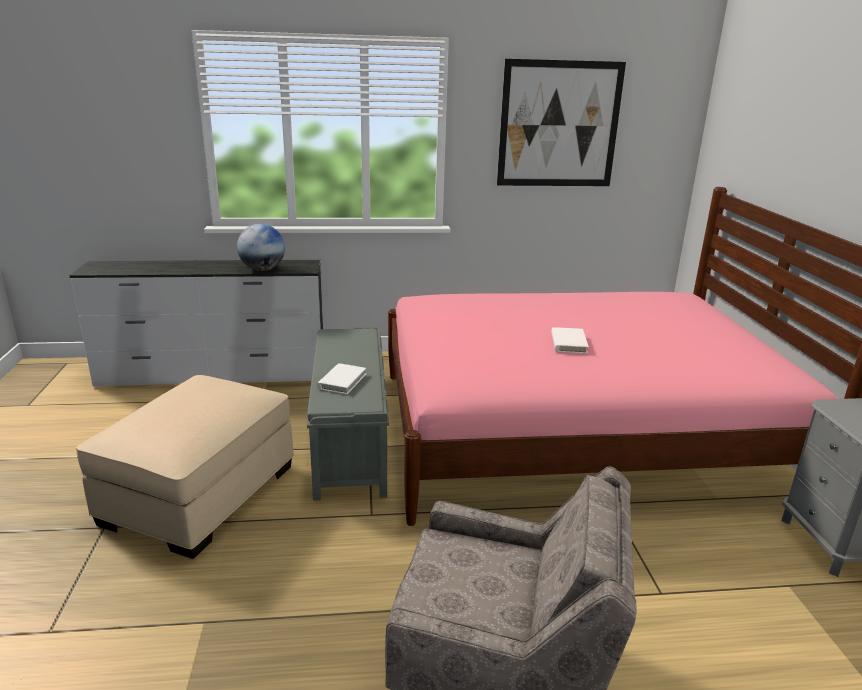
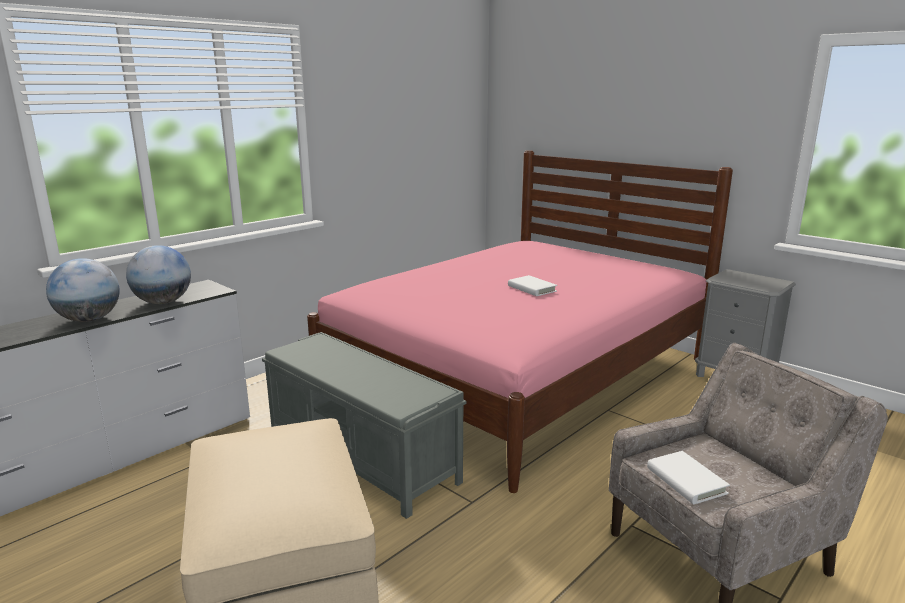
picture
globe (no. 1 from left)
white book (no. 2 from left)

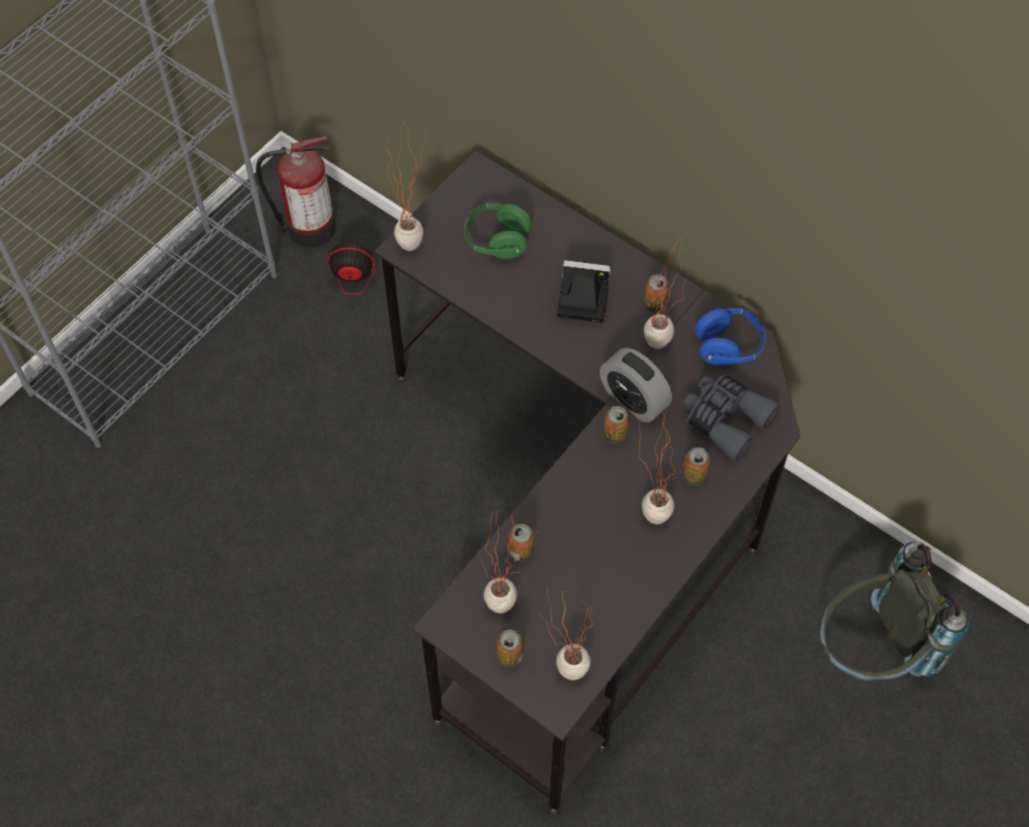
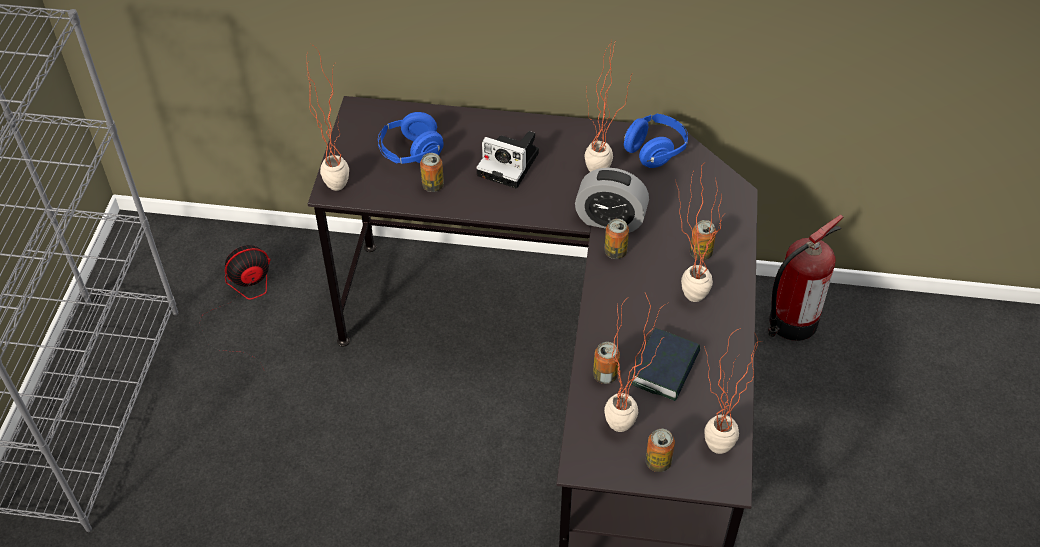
grey binoculars
grey backpack
book
fire extinguisher
can (no. 1 from left)
blue headphones (no. 1 from left)
photo camera

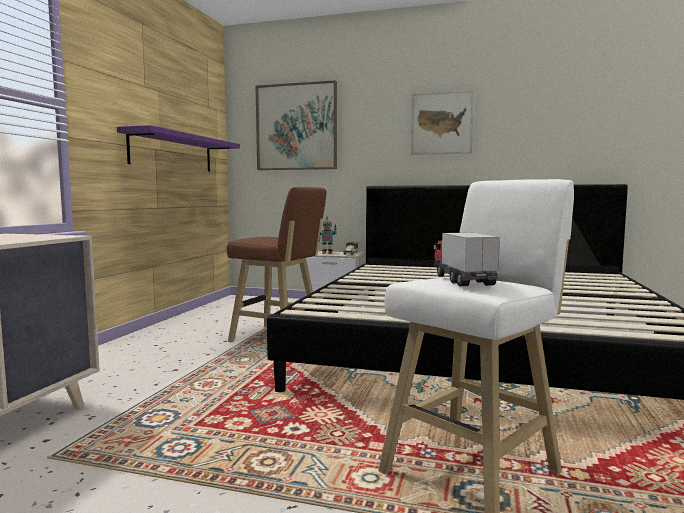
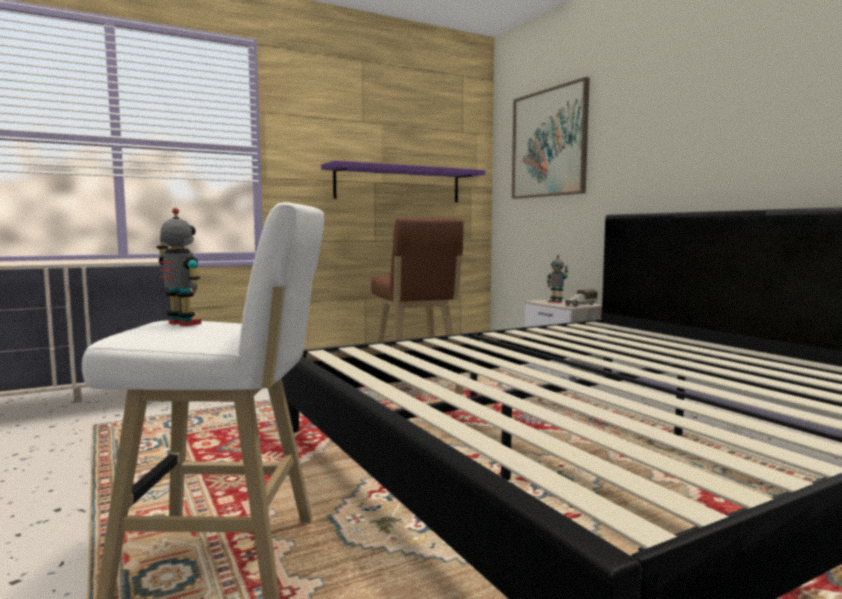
picture (no. 2 from left in the first image)
toy robot (no. 1 from left)

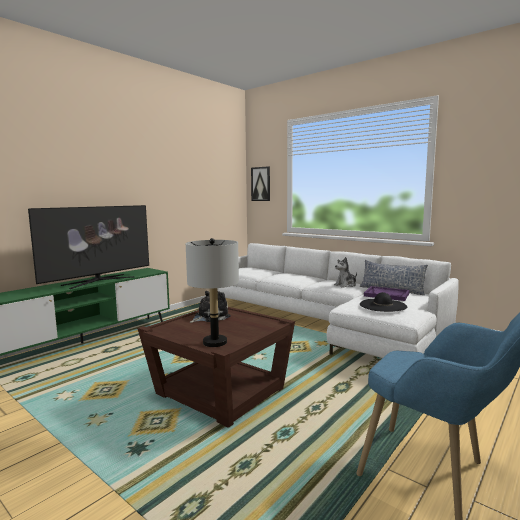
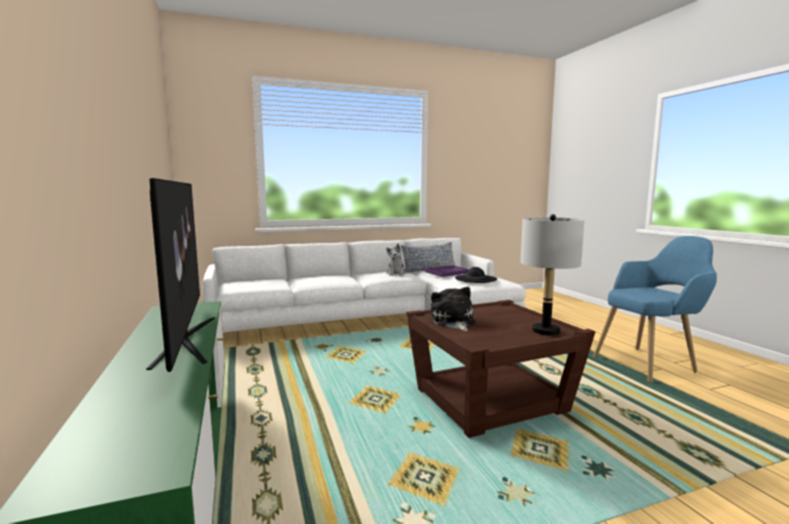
picture

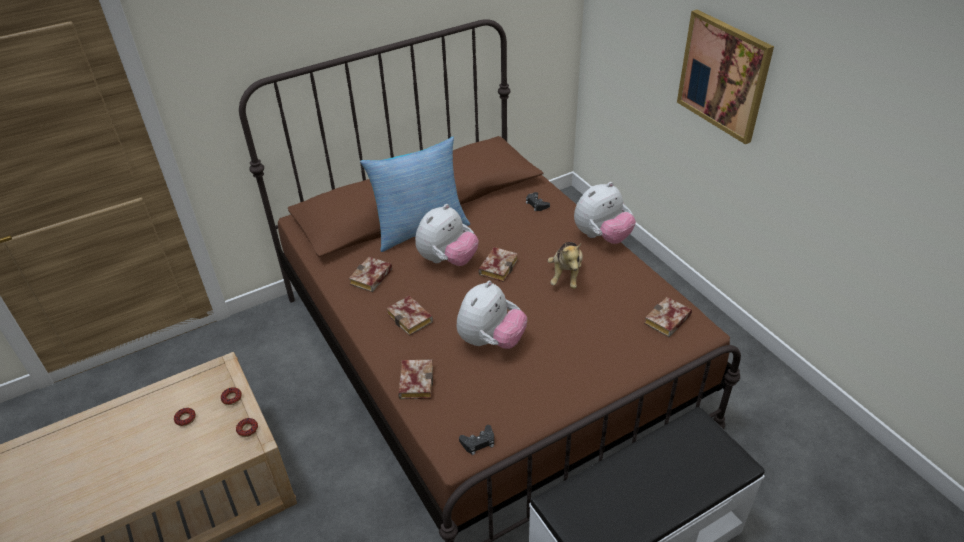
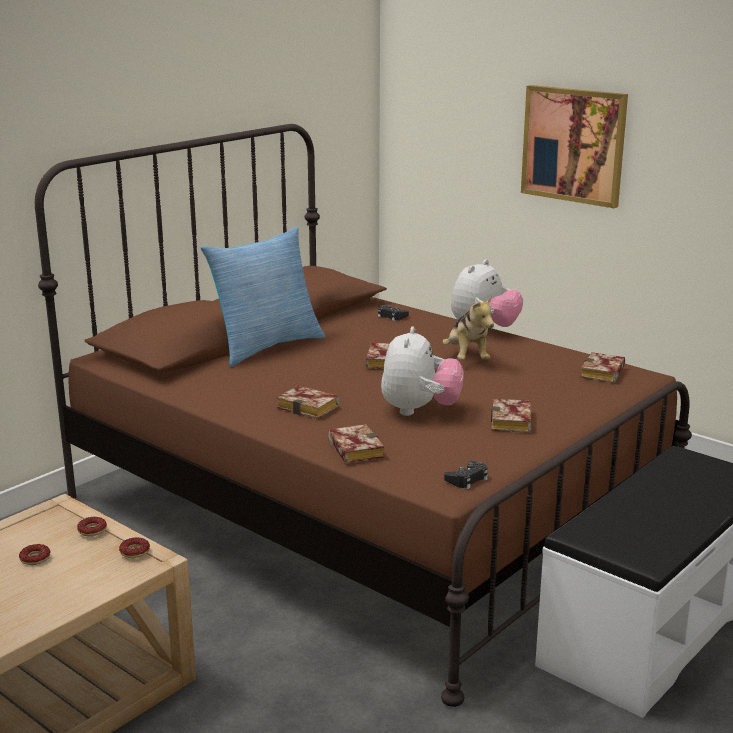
plush toy (no. 1 from left in the first image)
book (no. 4 from left)

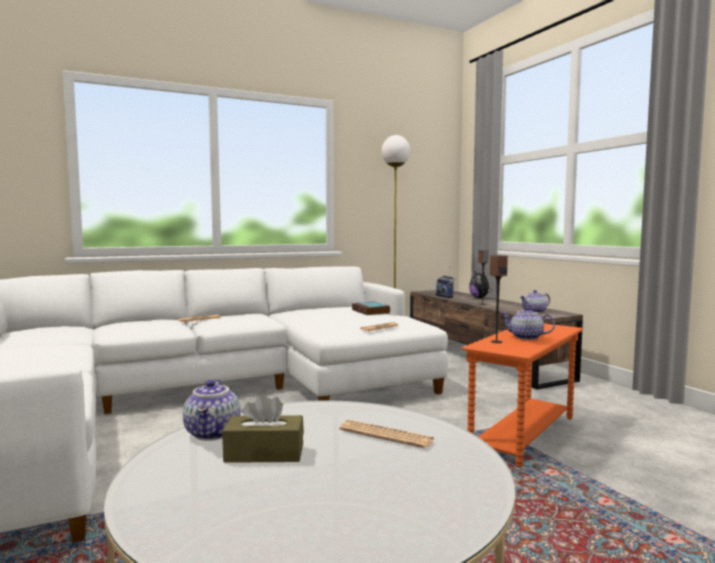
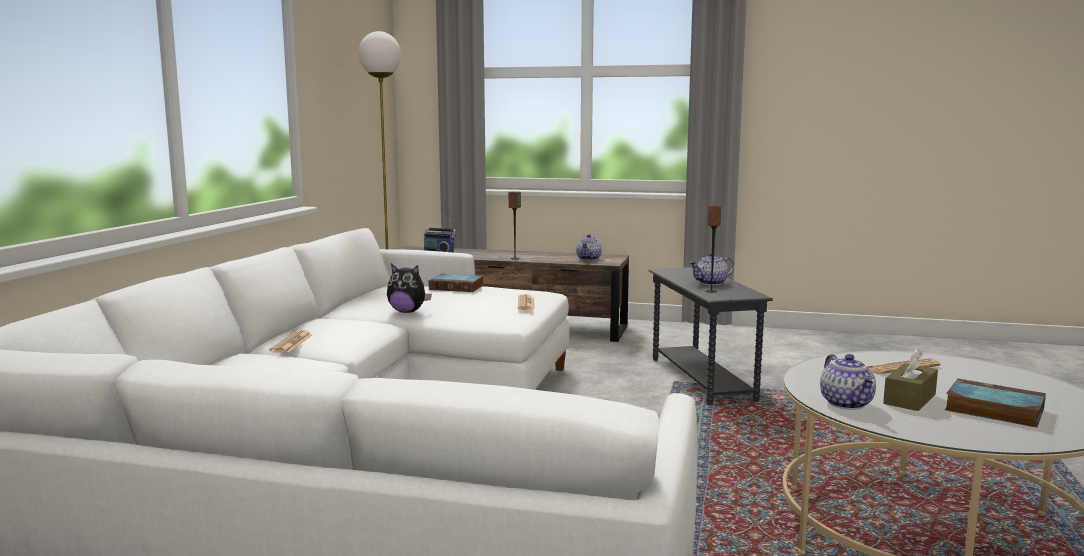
book (no. 2 from left)
plush toy
grey side table
teapot (no. 3 from left)

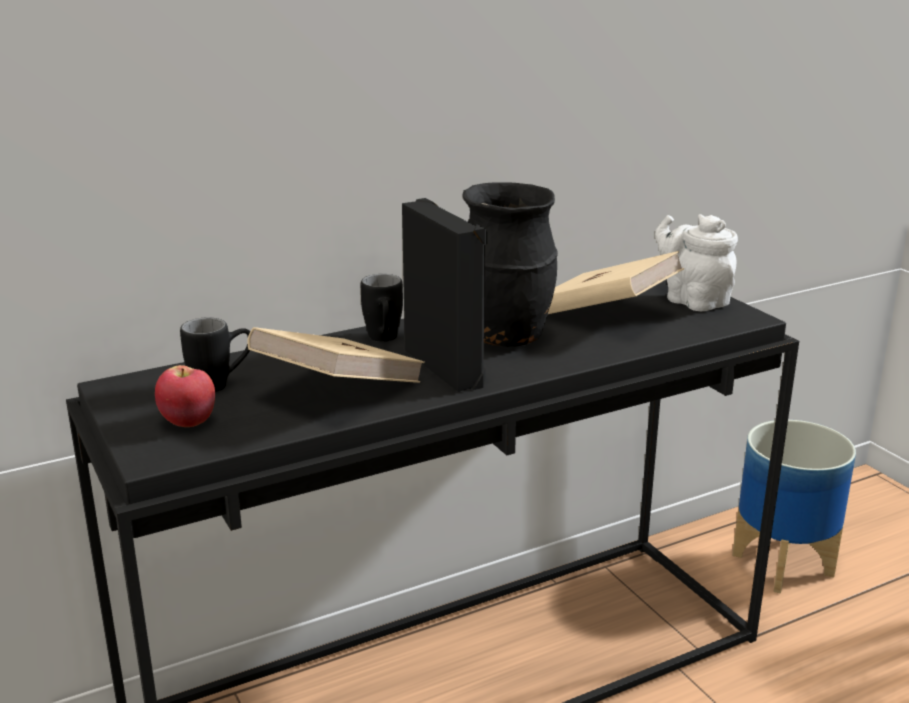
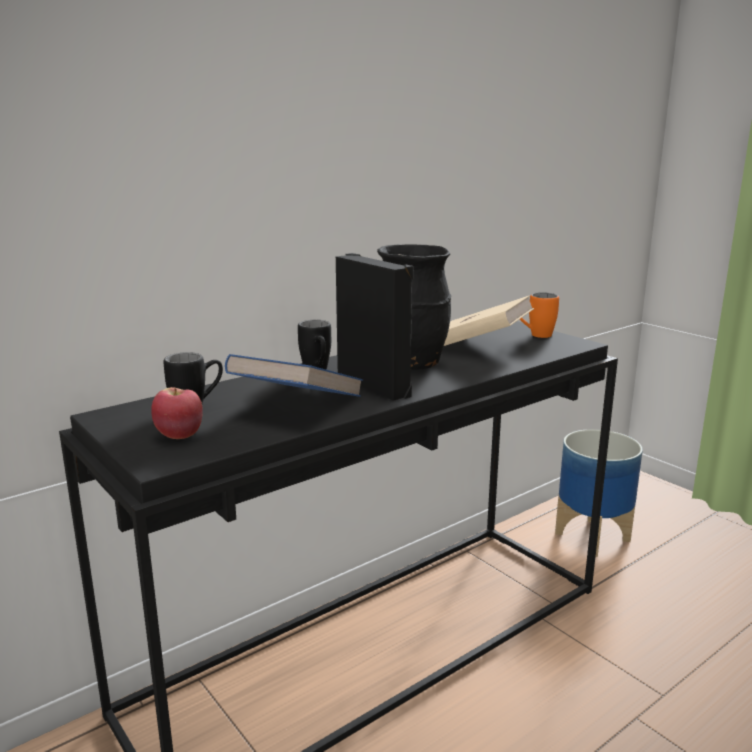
orange mug
blue book

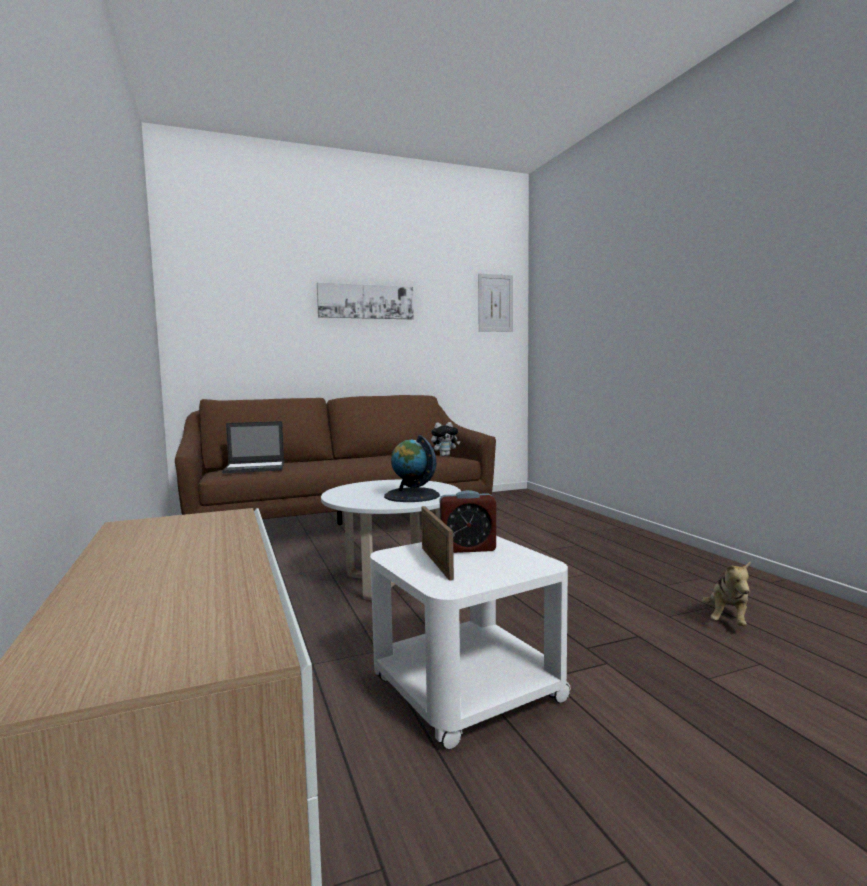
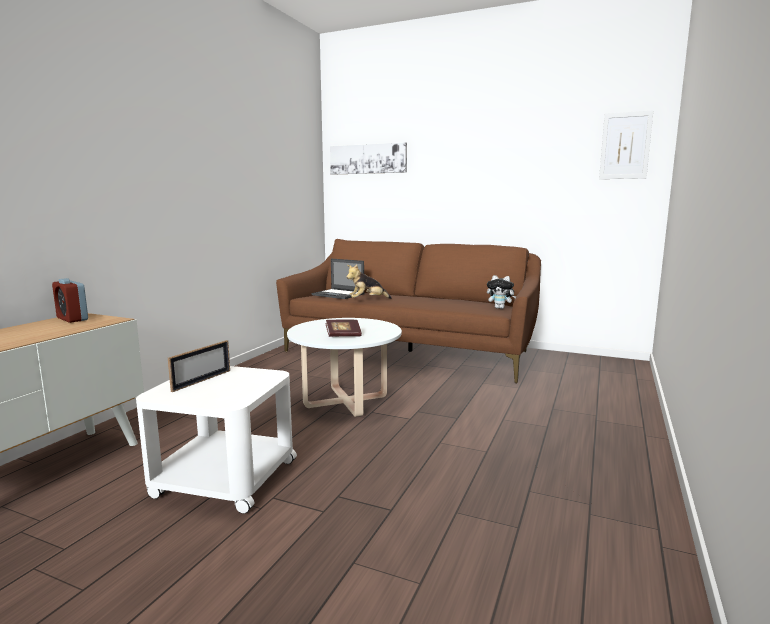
picture (no. 1 from left)
alarm clock
plush toy (no. 1 from left)
book

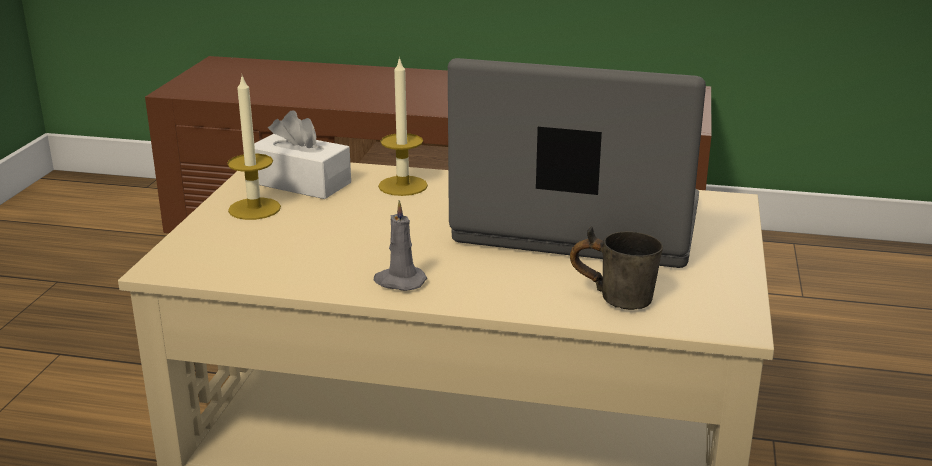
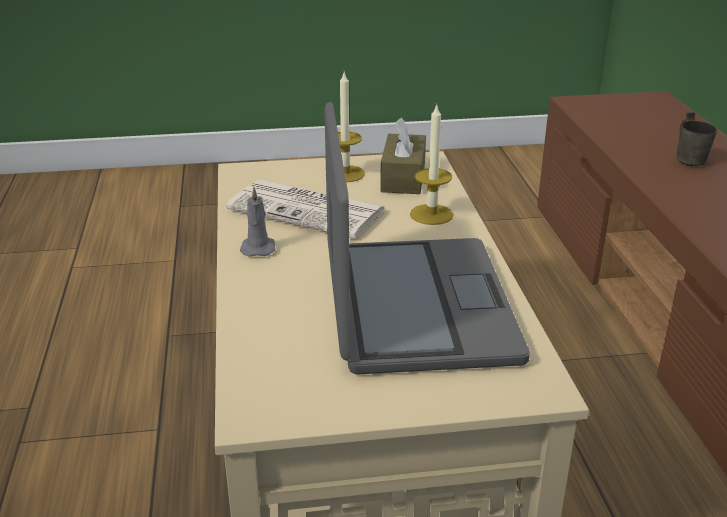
newspaper
grey mug
brown tissue box

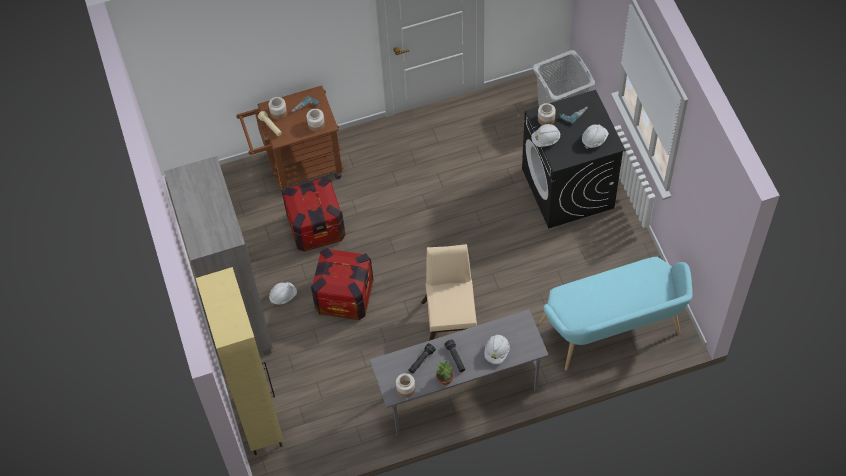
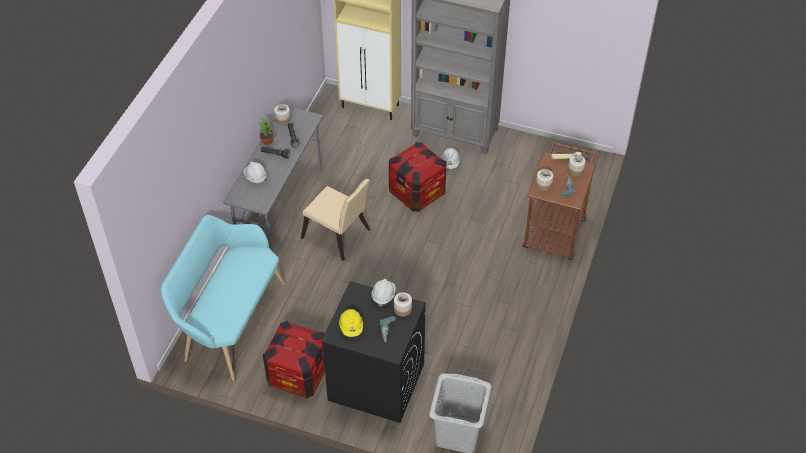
crate (no. 1 from left)
yellow hard hat

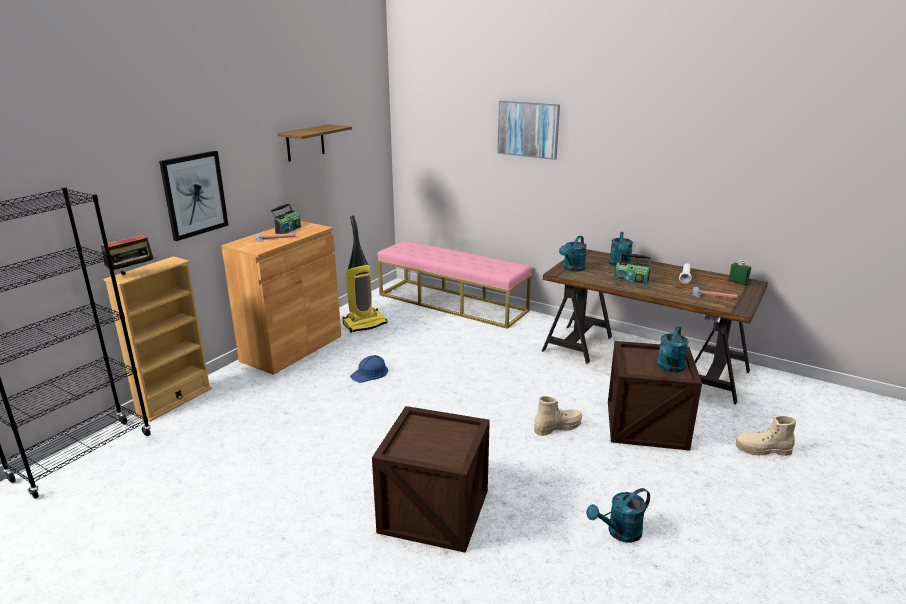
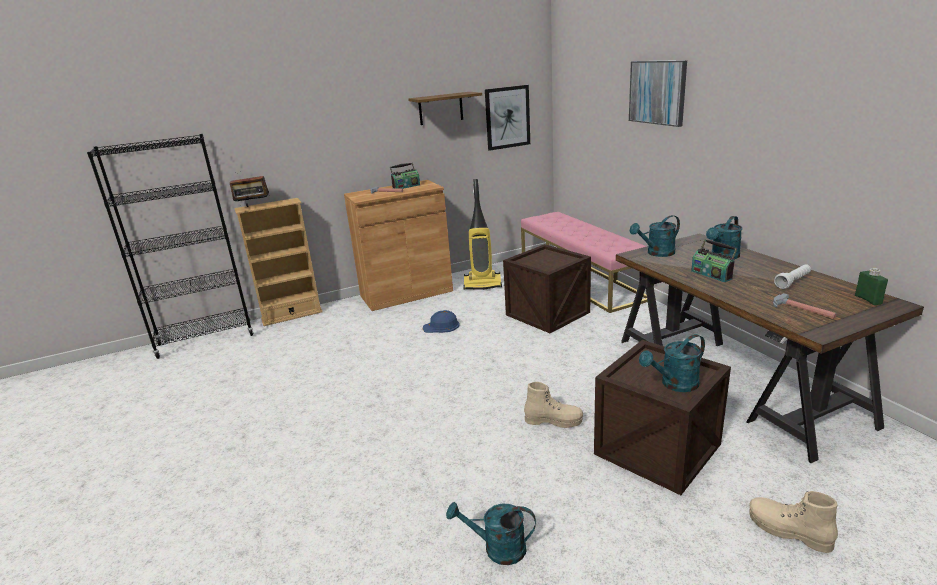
picture (no. 1 from left)
crate (no. 1 from left)

